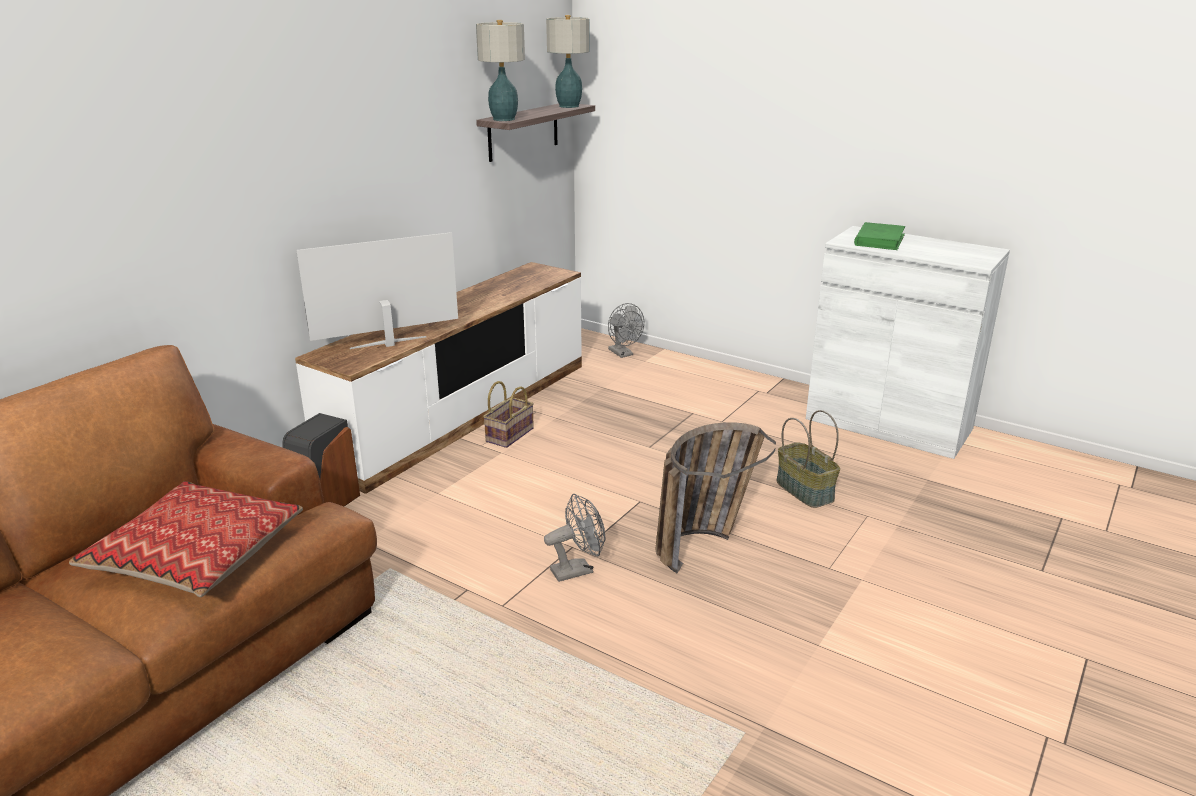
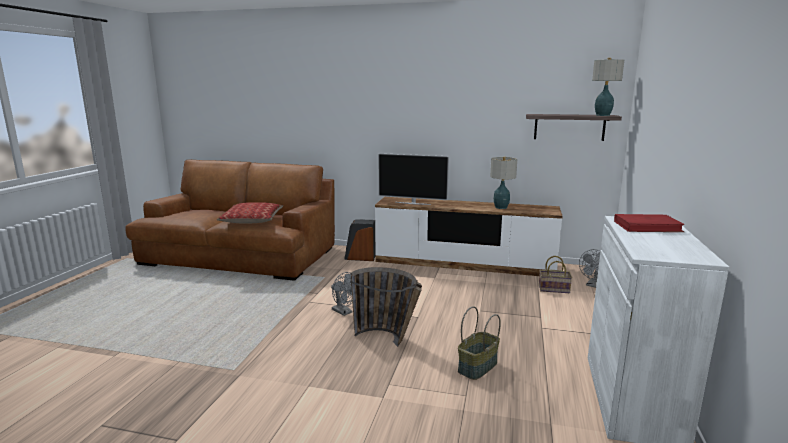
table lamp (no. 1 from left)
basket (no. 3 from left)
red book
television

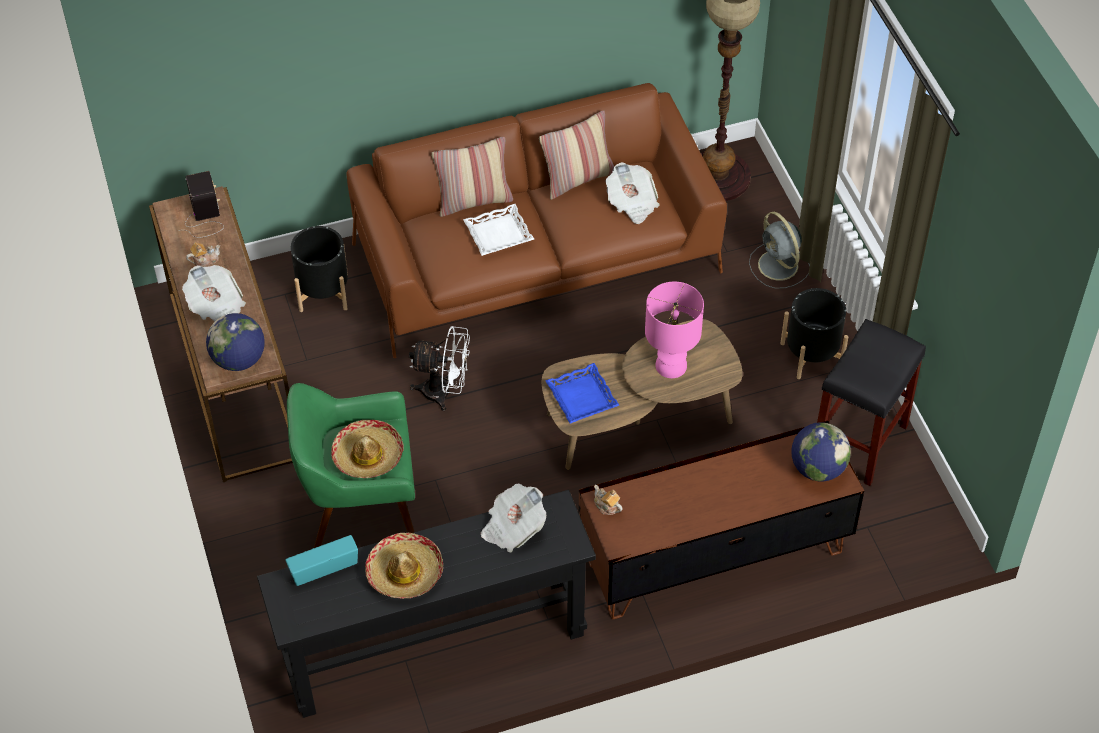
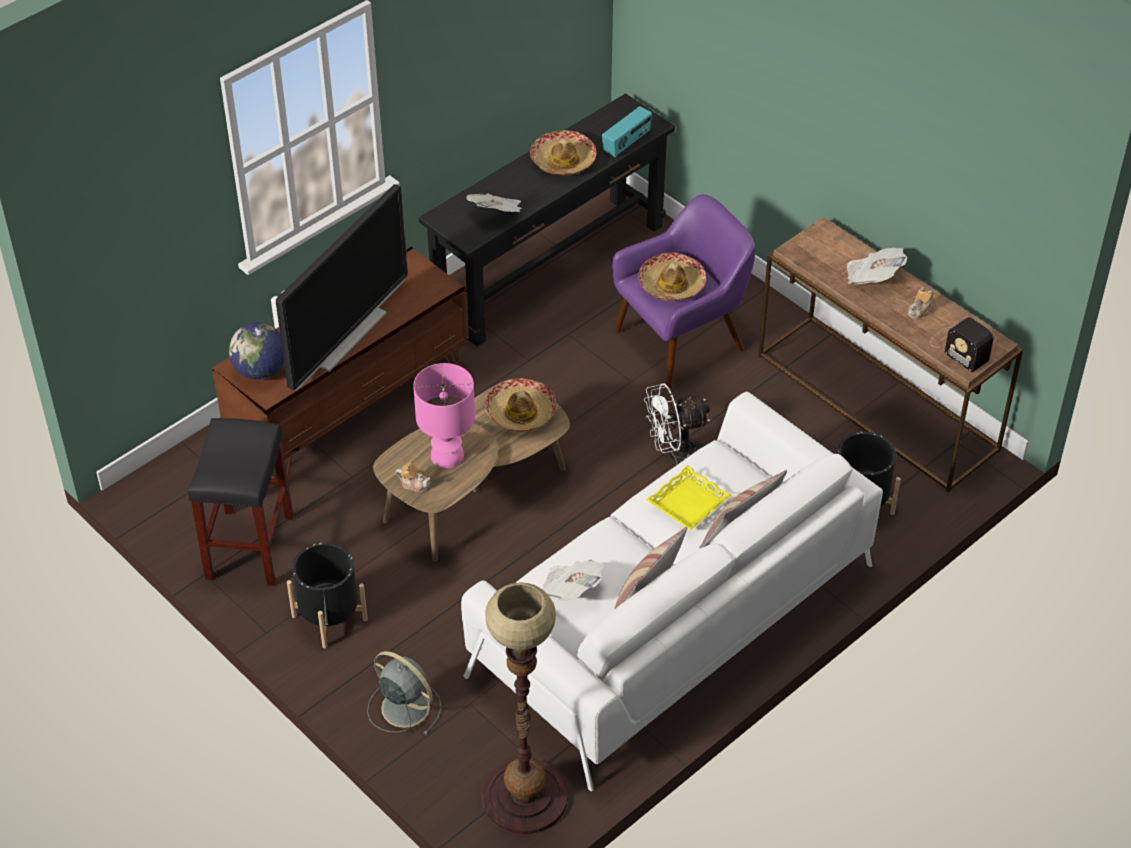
globe (no. 1 from left in the first image)
television
teapot (no. 1 from left)
hat (no. 1 from left)
purple armchair
white sofa
yellow tray

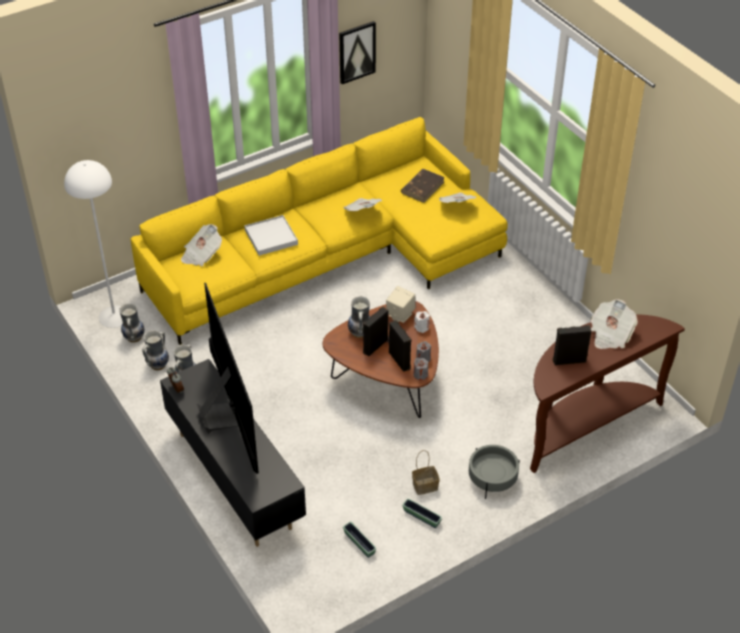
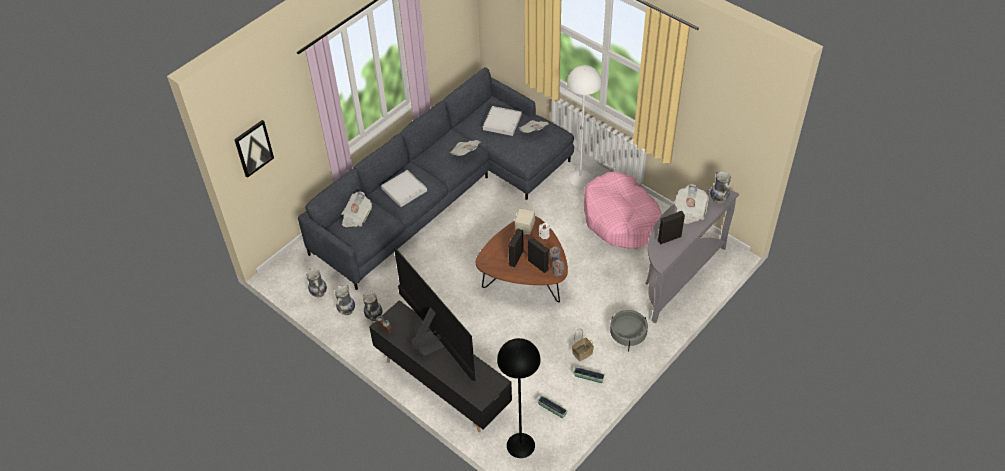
black floor lamp
pink dog bed
white floor lamp
picture
vase (no. 4 from left)
white tray (no. 2 from left)
grey sofa
grey console table

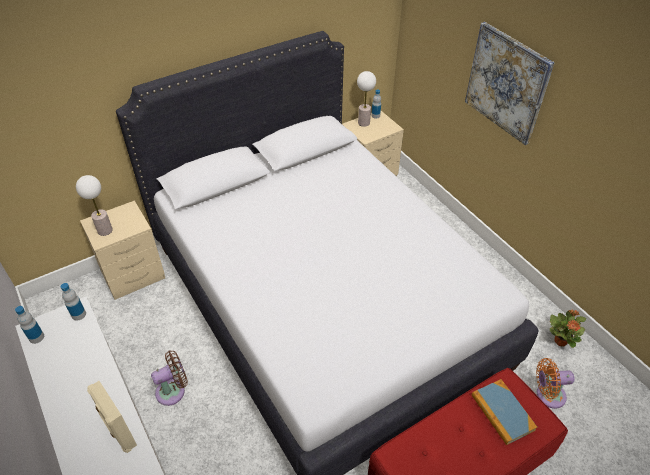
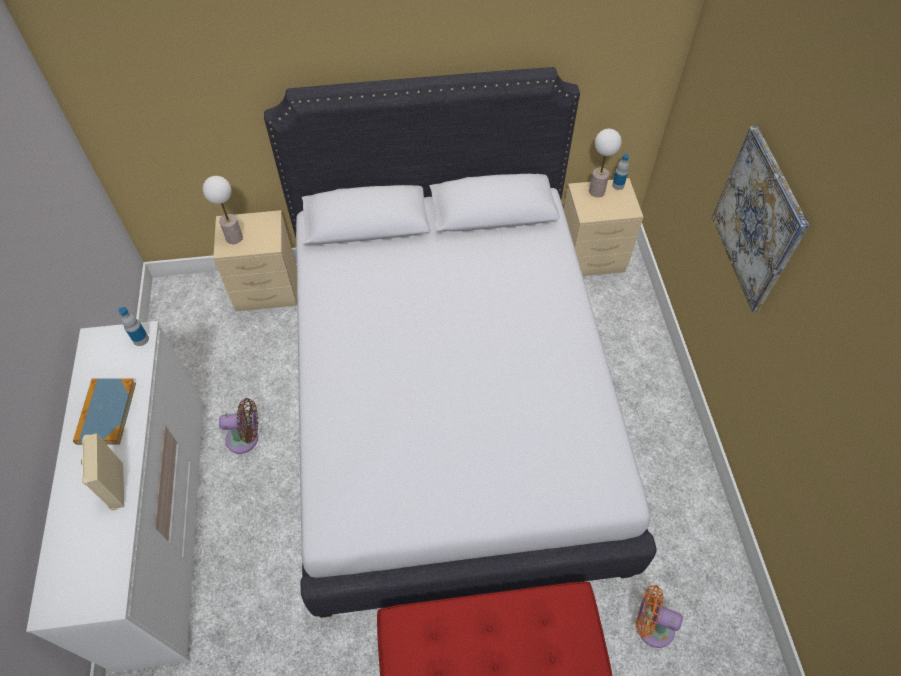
bottle (no. 1 from left in the first image)
potted plant
book

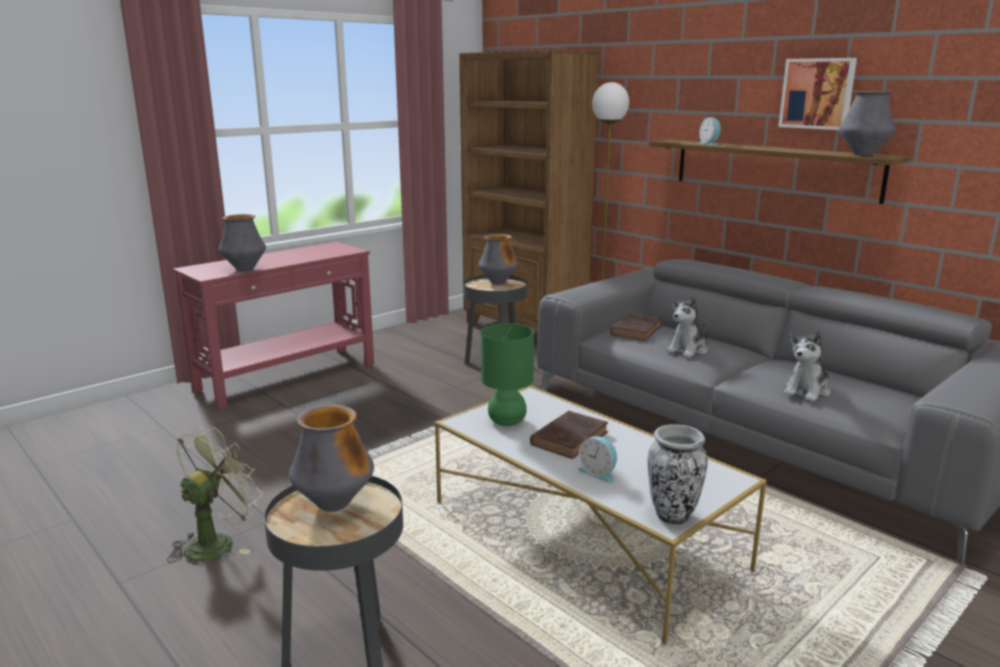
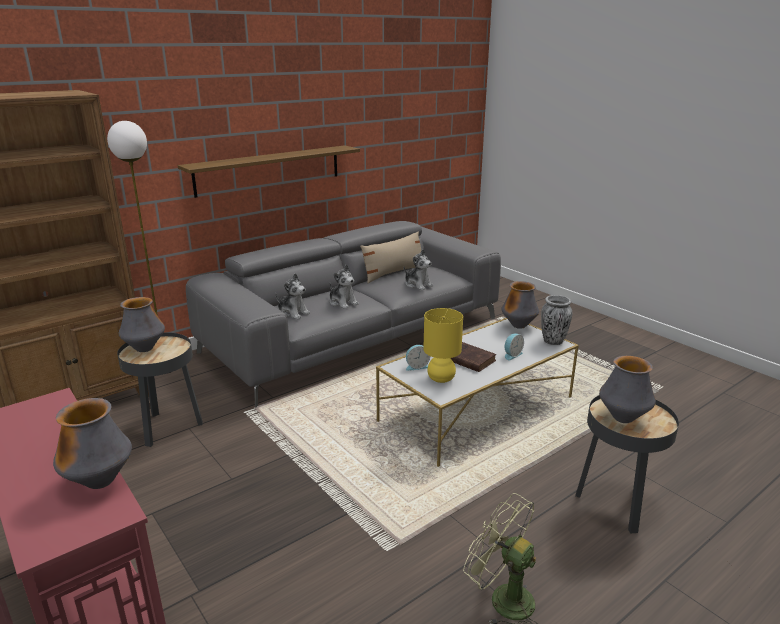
picture
beige pillow
alarm clock (no. 1 from left)
vase (no. 3 from left)
plush toy (no. 1 from left)
yellow table lamp

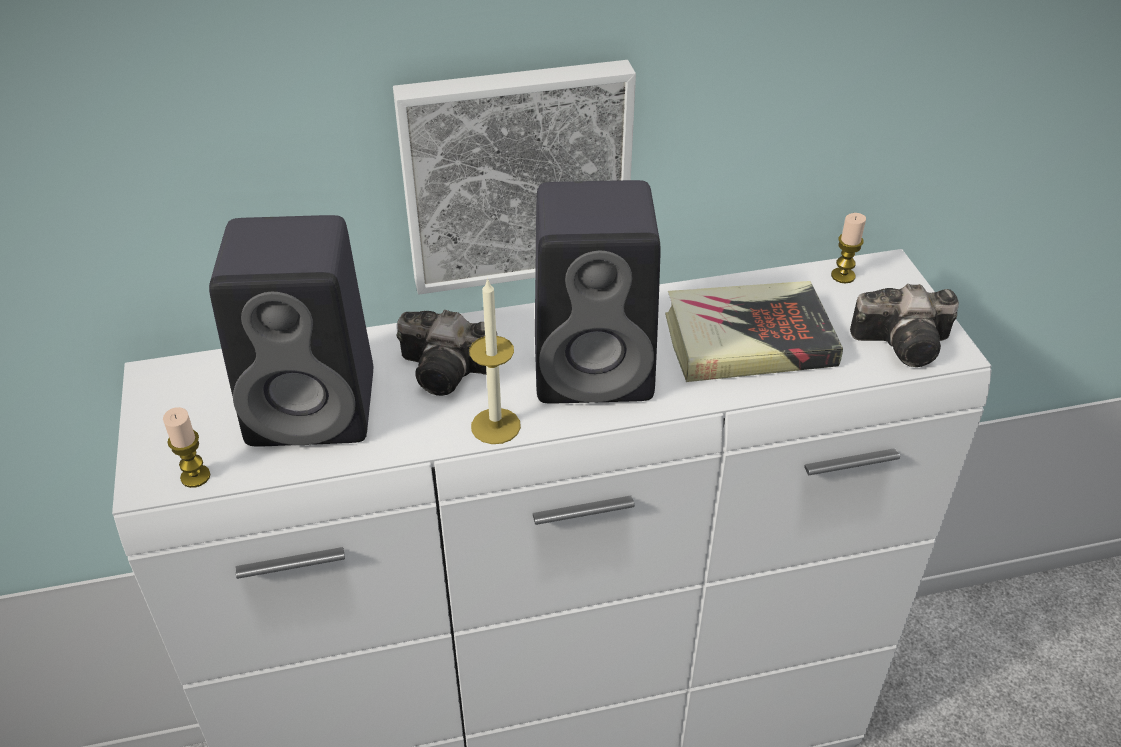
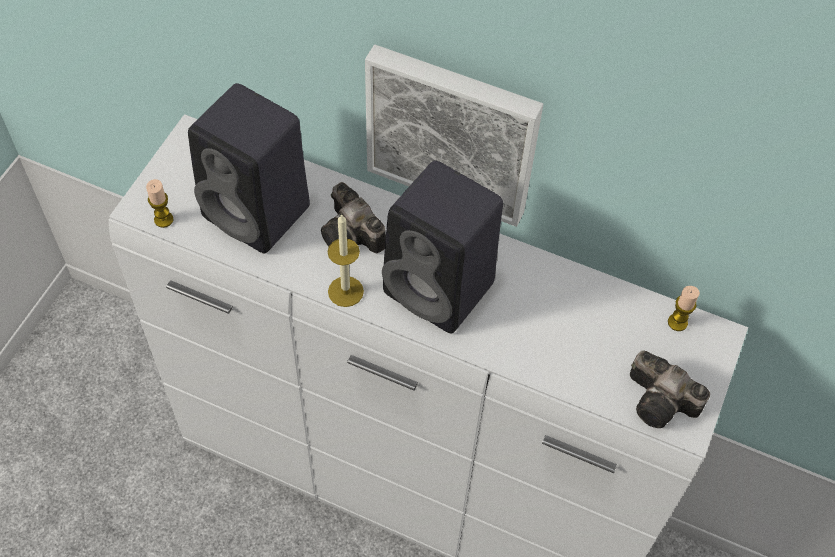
book

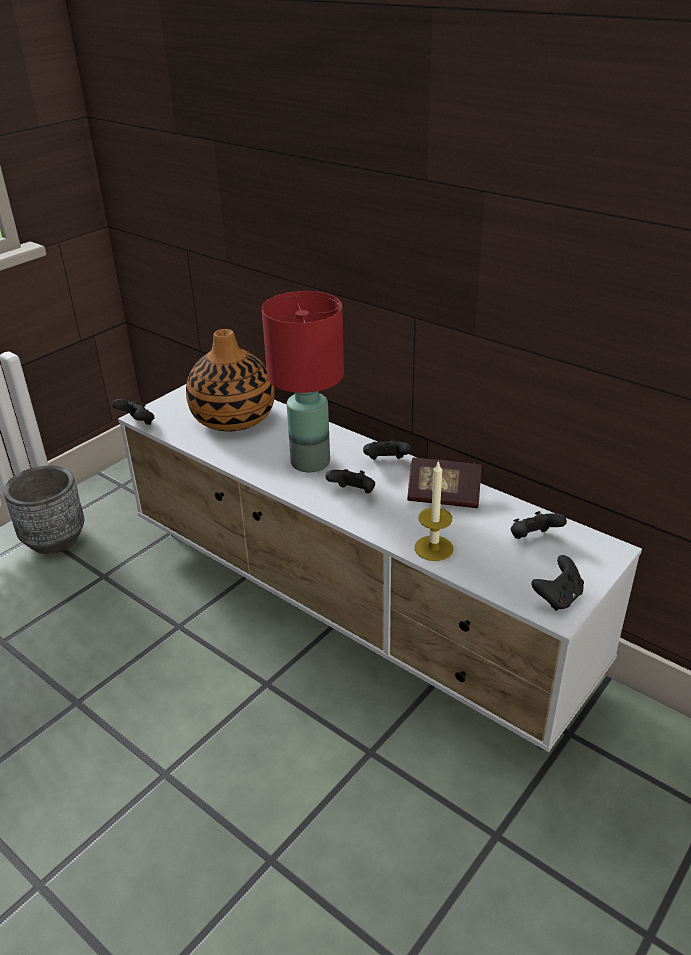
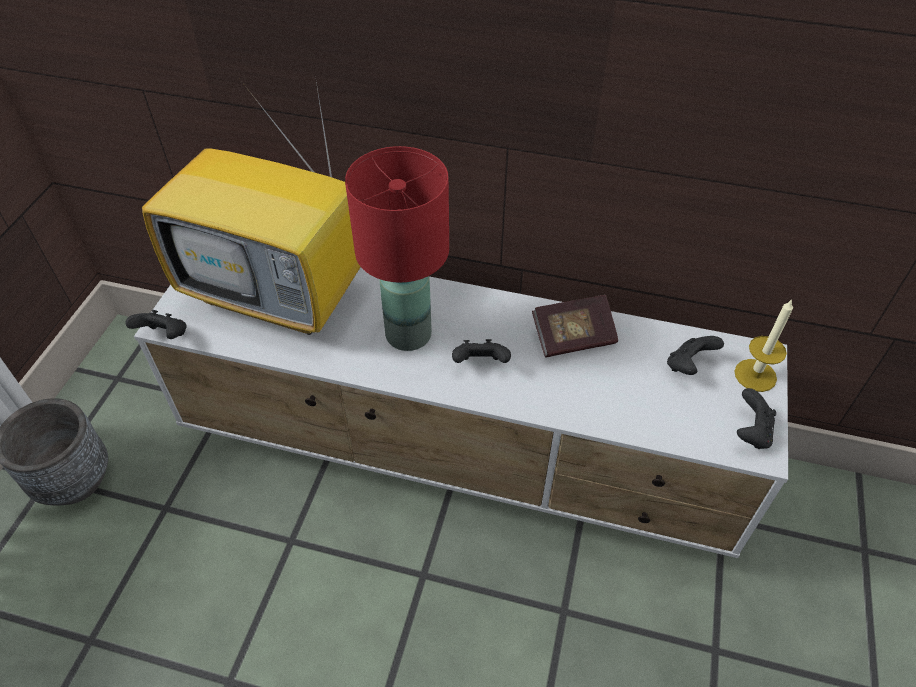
black game controller (no. 3 from left in the first image)
candle
television

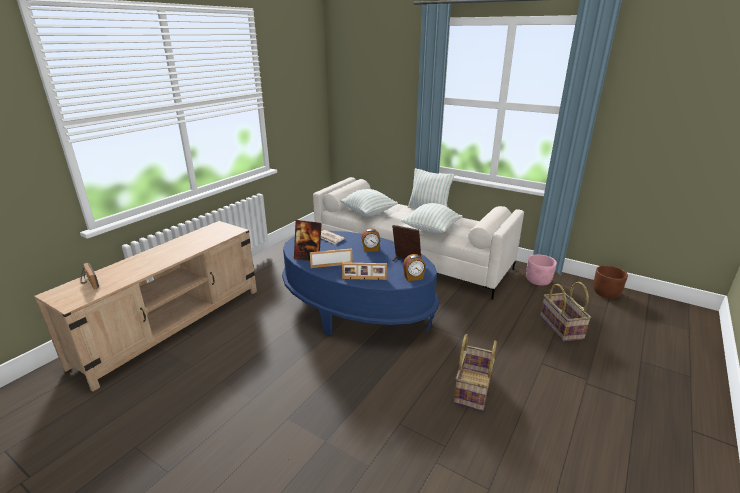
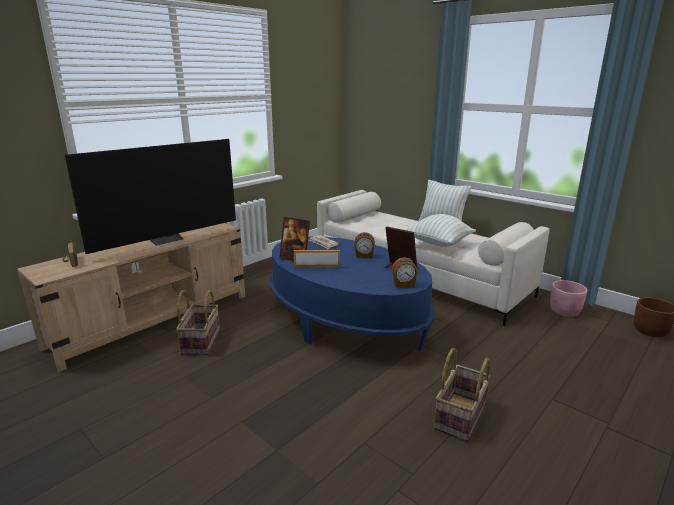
pillow (no. 1 from left in the first image)
picture frame (no. 3 from left in the first image)
television
basket (no. 1 from left)

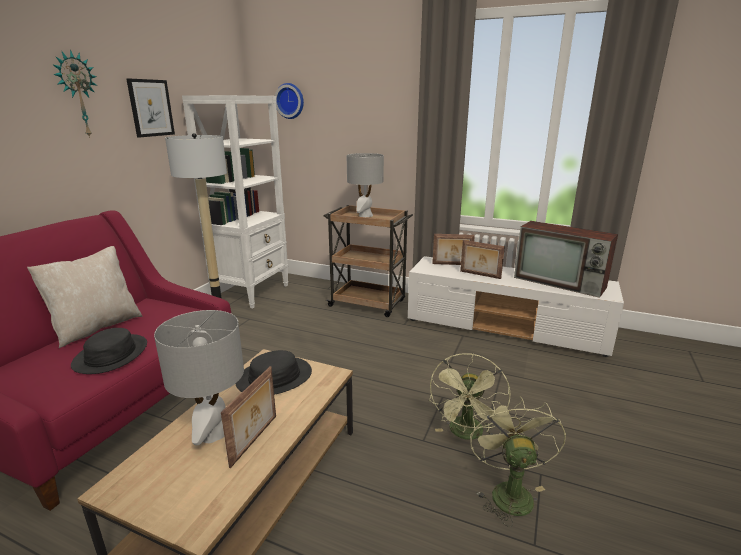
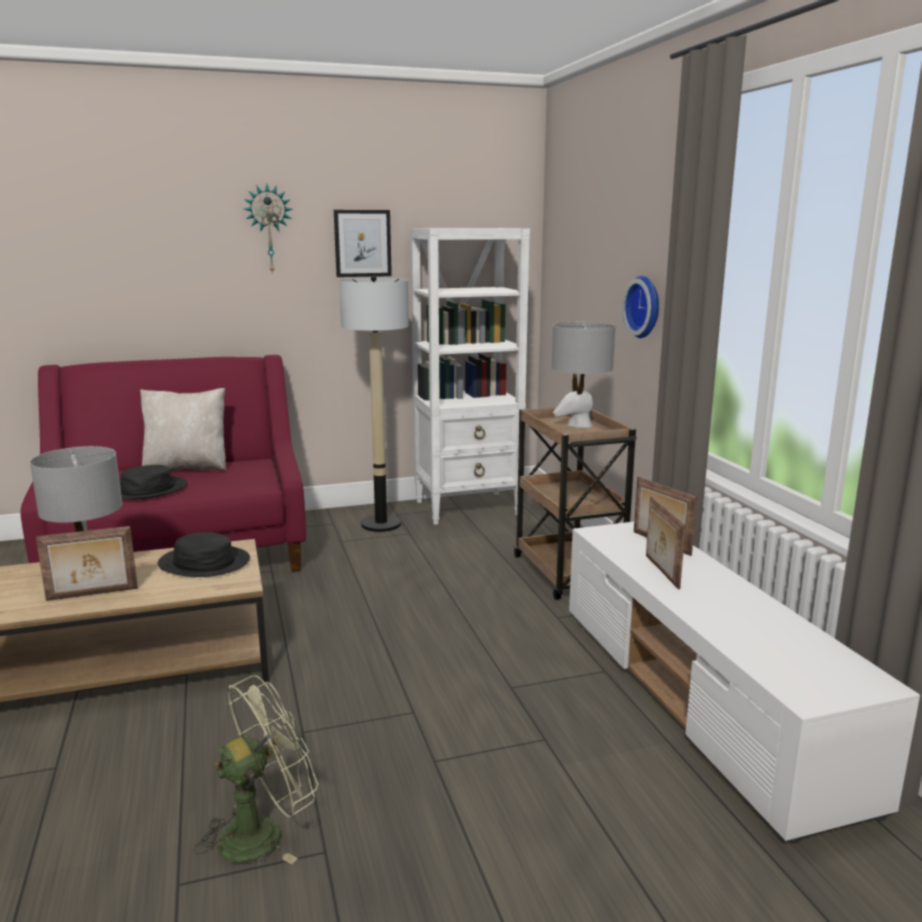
green fan (no. 1 from left in the first image)
television
wall clock (no. 2 from left)

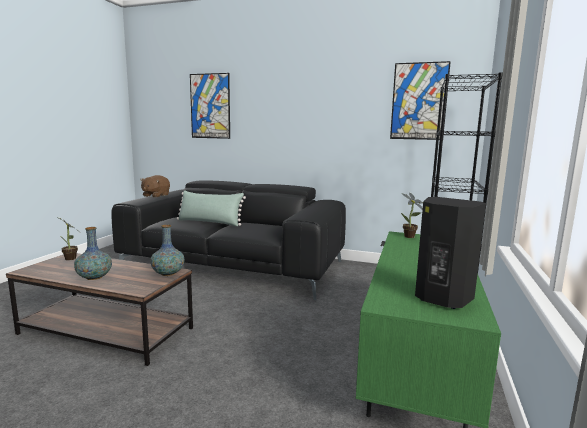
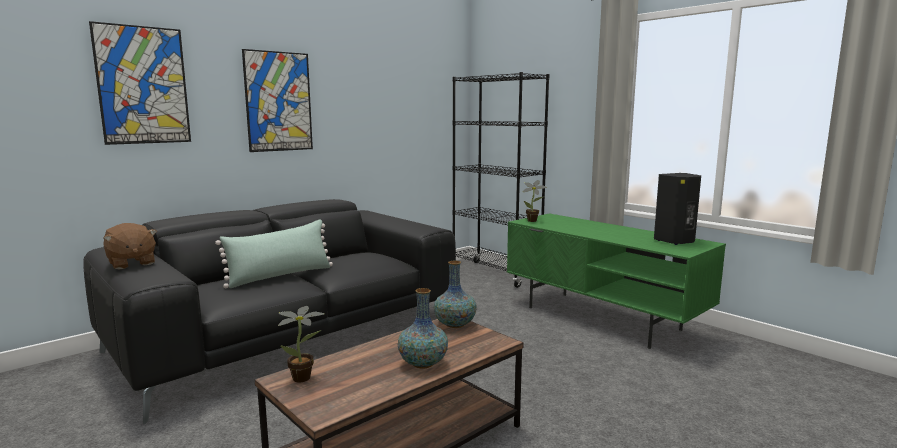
picture (no. 2 from left)

